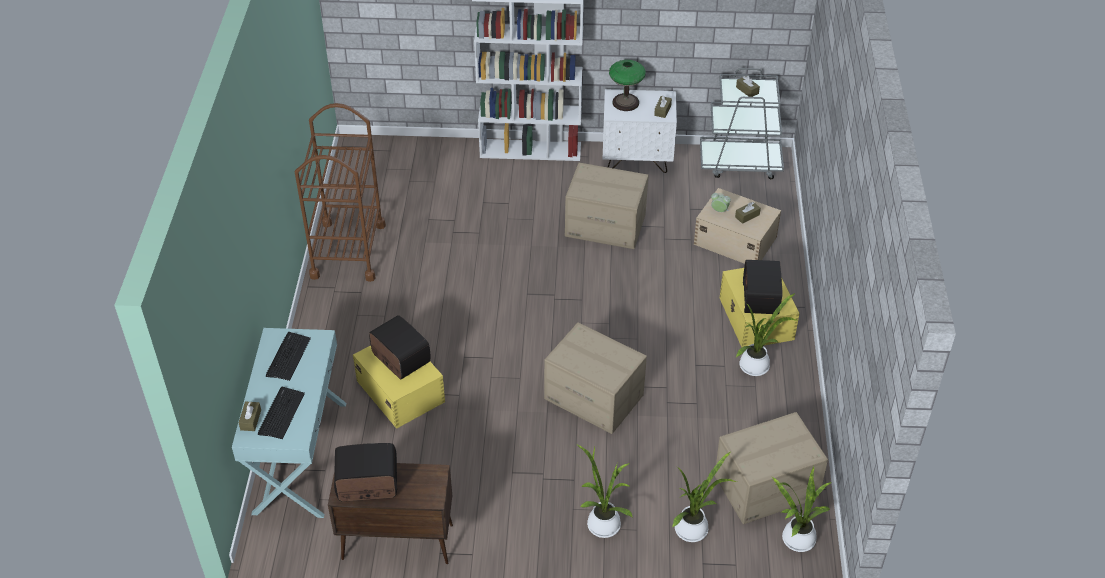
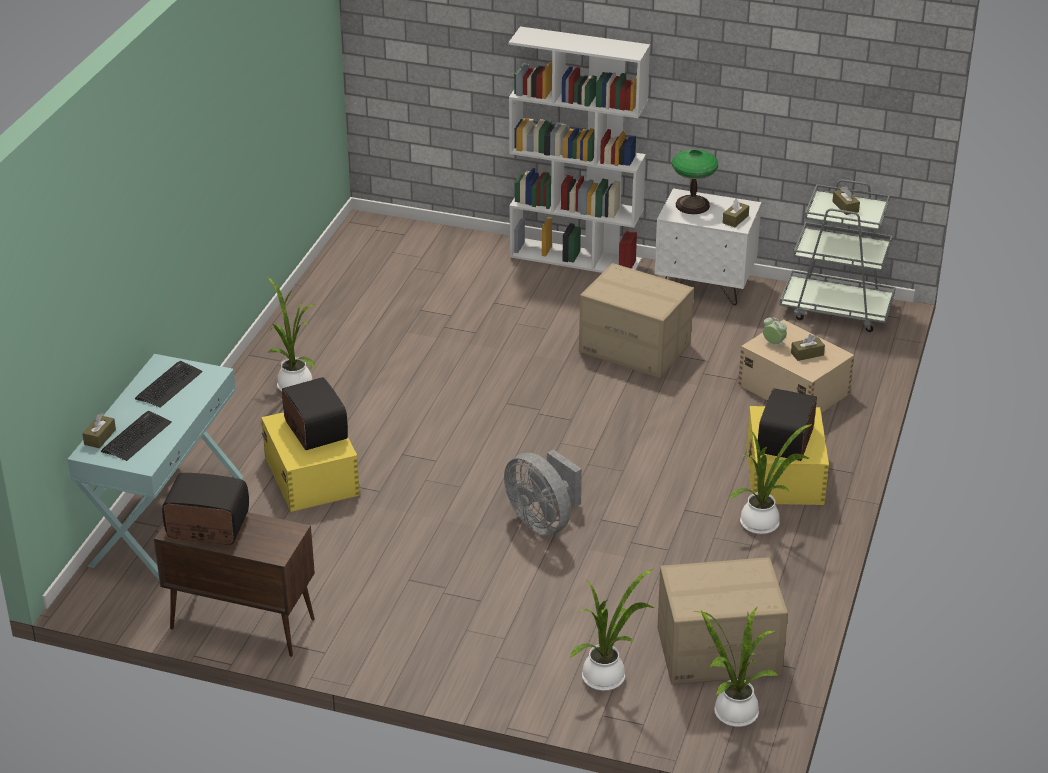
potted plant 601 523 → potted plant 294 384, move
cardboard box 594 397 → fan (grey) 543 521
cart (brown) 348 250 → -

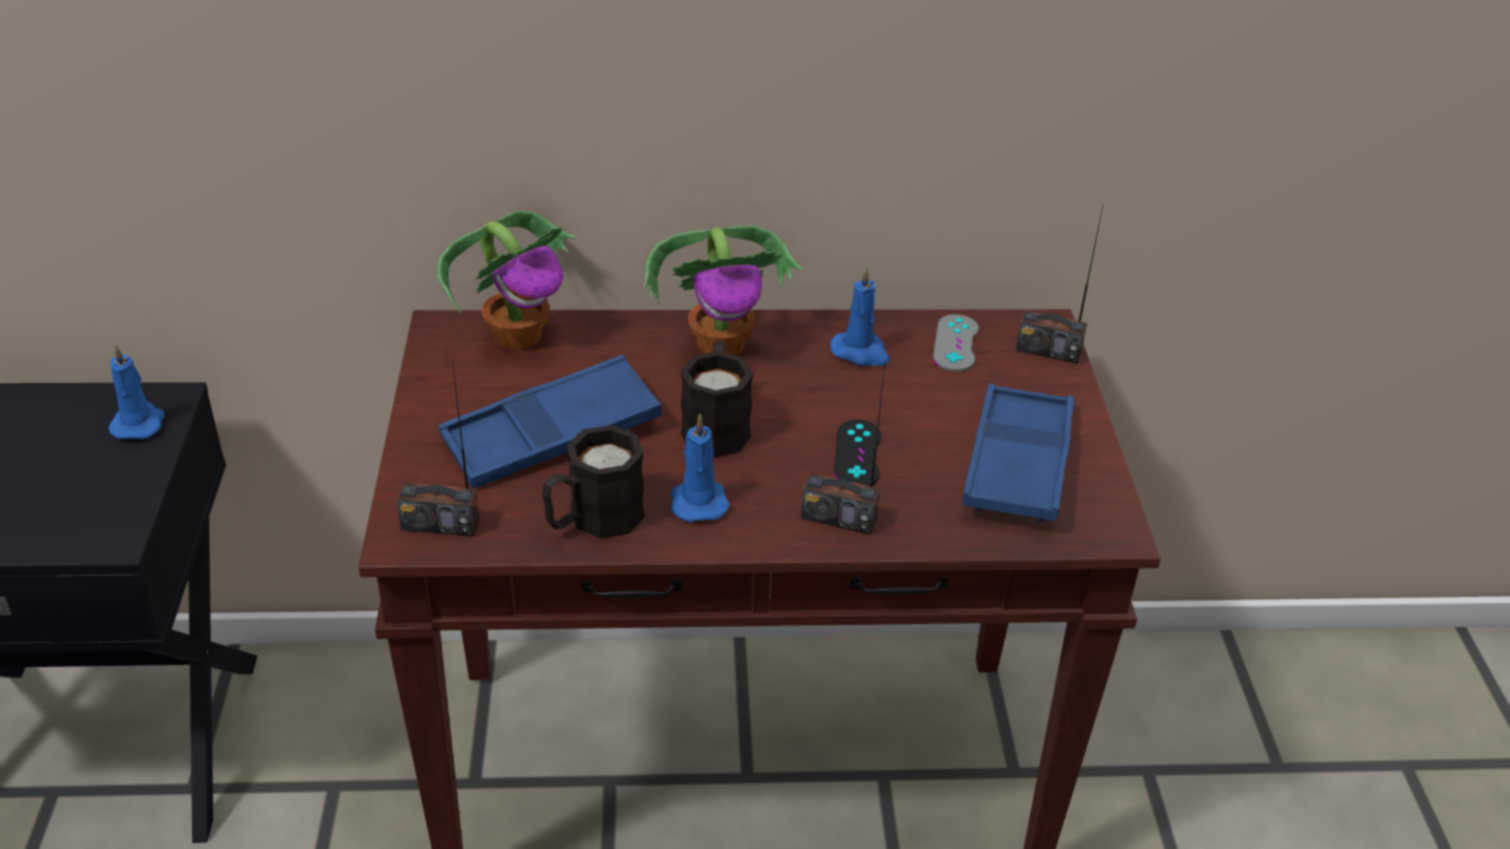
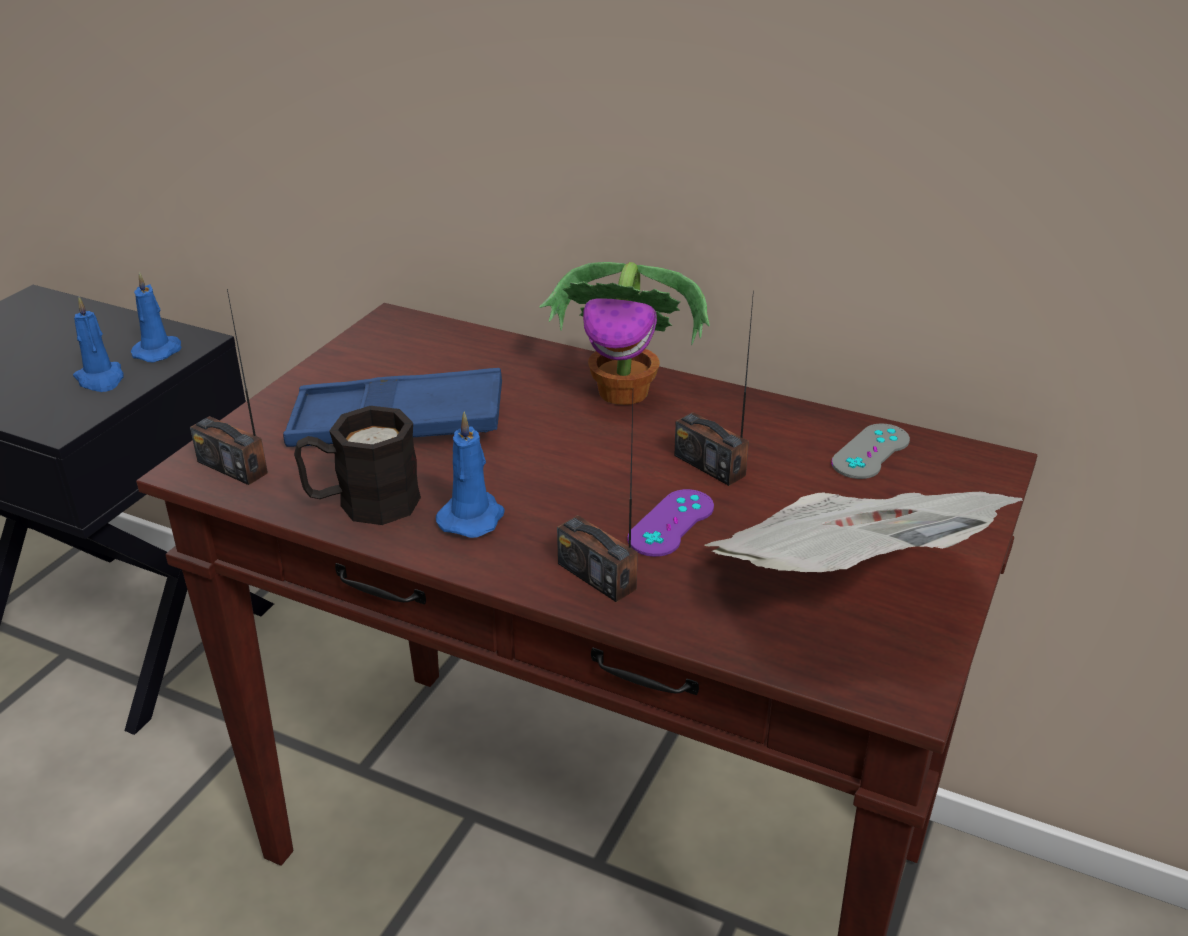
candle (blue) 861 352 → candle (blue) 101 379, move
game controller (black) 857 454 → game controller (purple) 671 523
radio 1048 350 → radio 710 465, move
tray (blue) 1017 463 → newspaper 844 584
potted plant 518 334 → -
mug (black) 716 424 → -

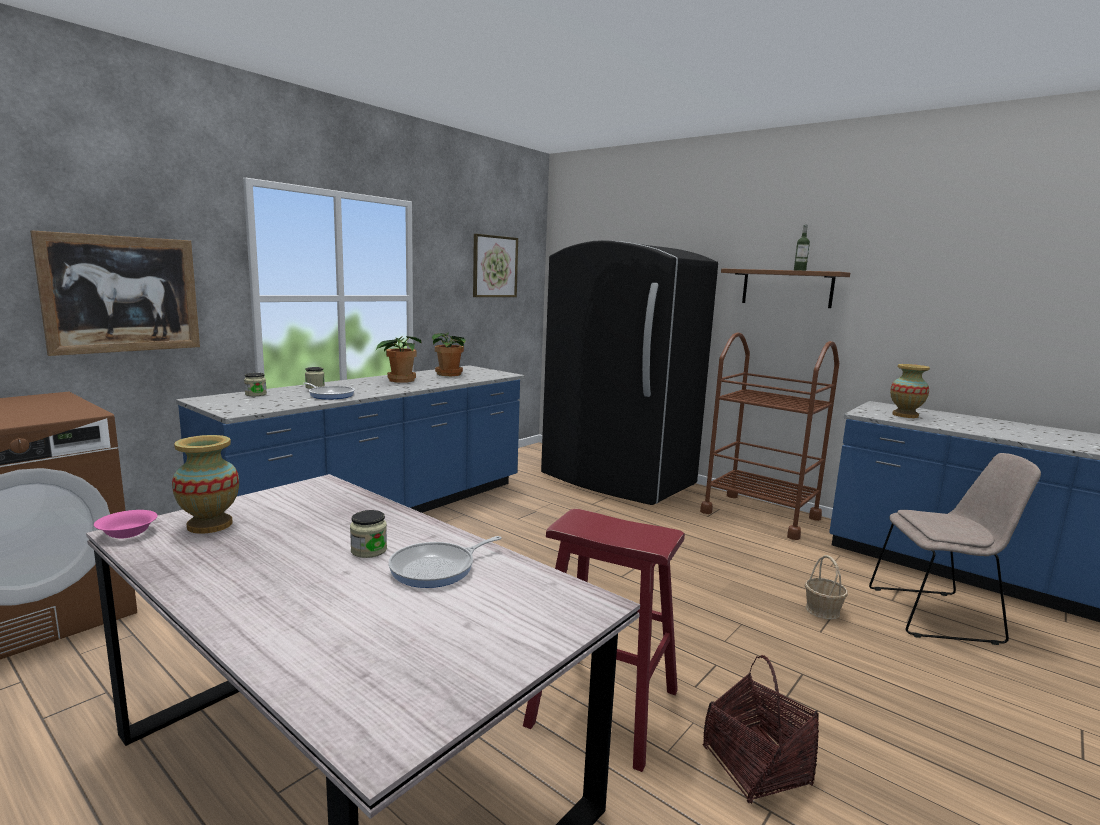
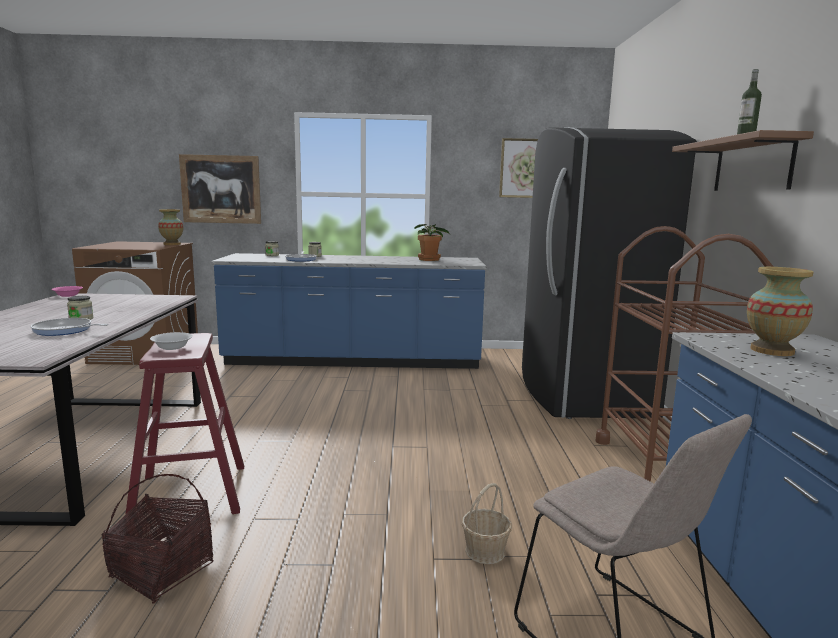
- → bowl (white) 172 347
vase 210 525 → vase 172 244, move
potted plant 400 380 → -

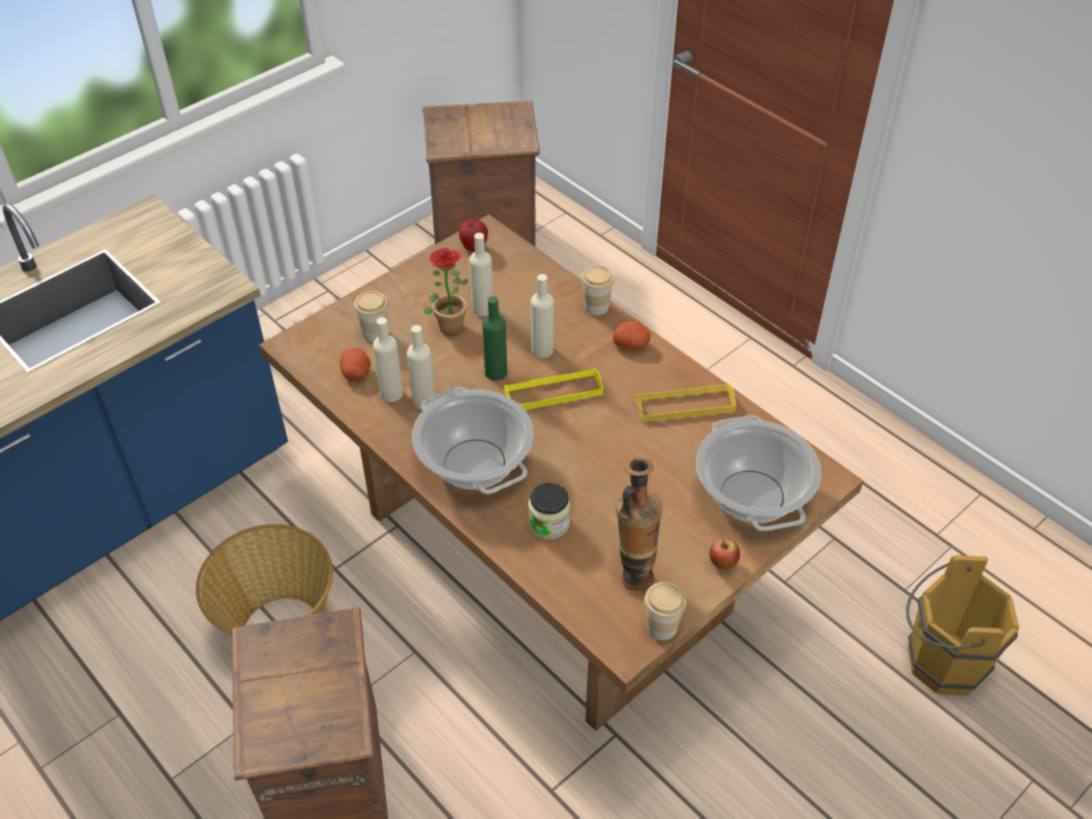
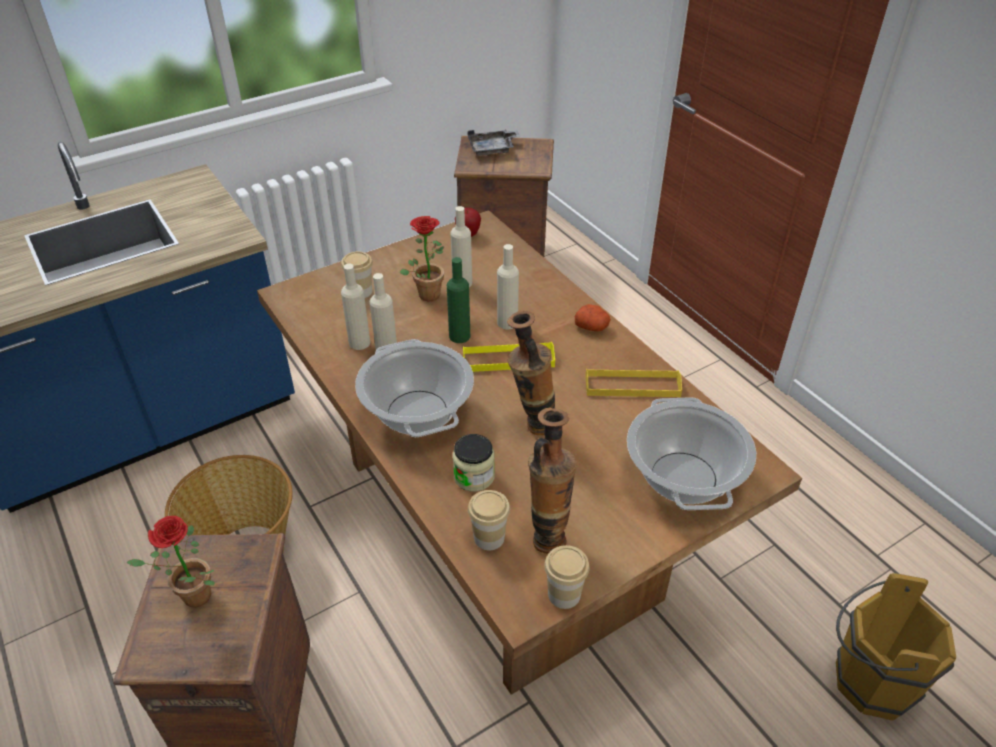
- → potted plant 191 599
- → tray (grey) 492 149
cup 596 307 → cup 489 537, move
- → vase 531 425
potato 356 373 → -
apple 722 564 → -

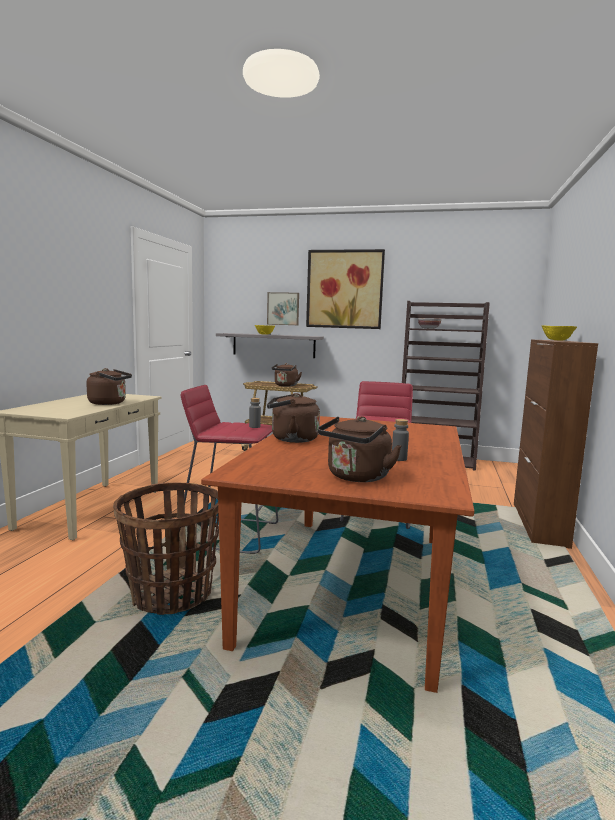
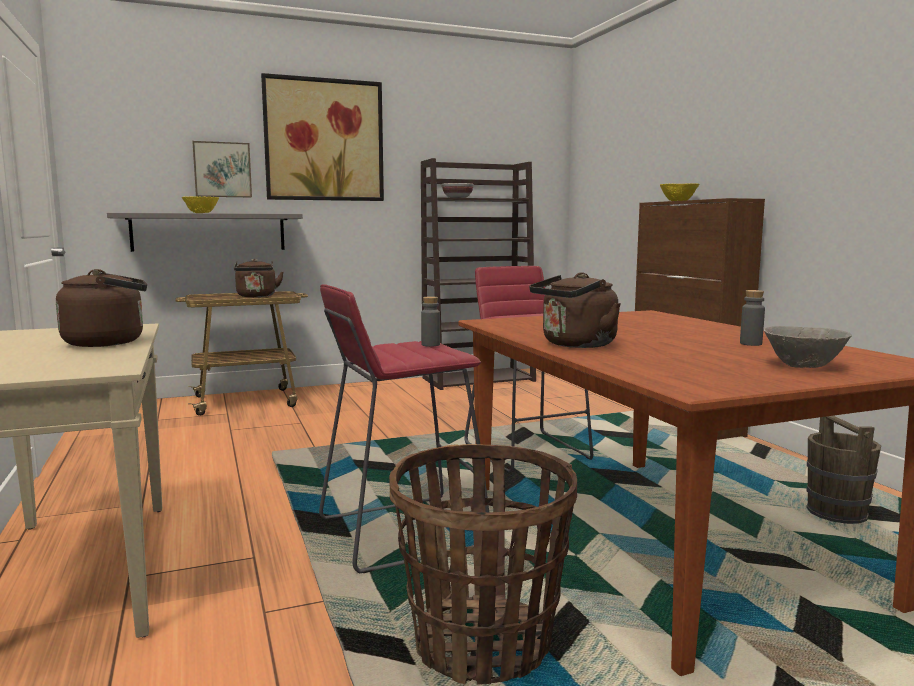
kettle (brown) 356 477 → bowl (grey) 802 366
- → bucket (brown) 836 513

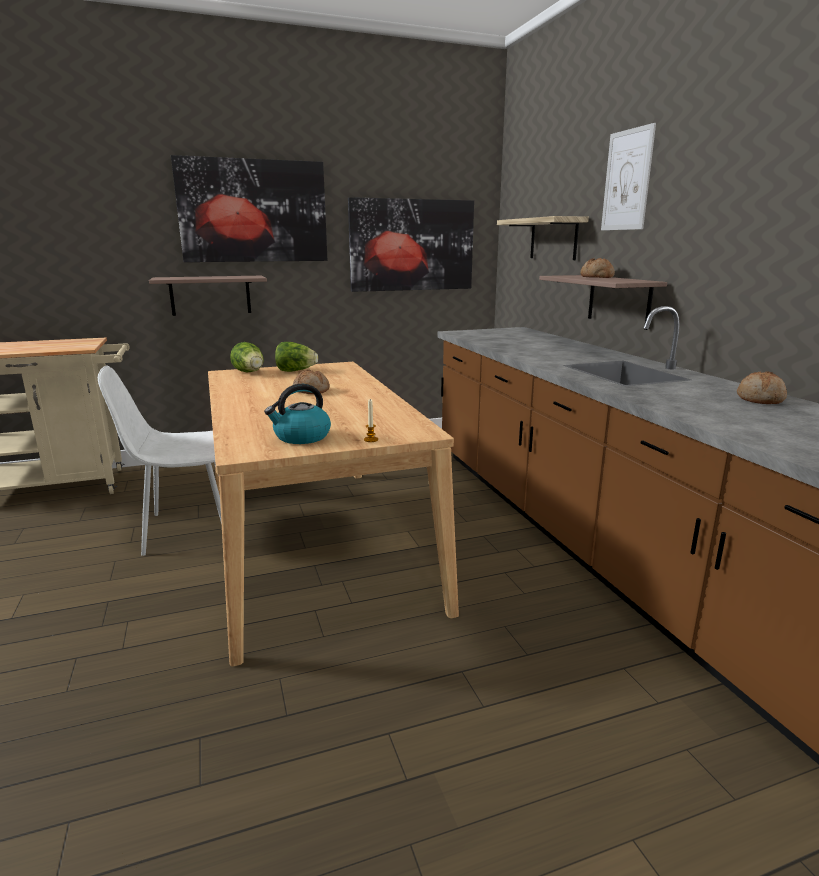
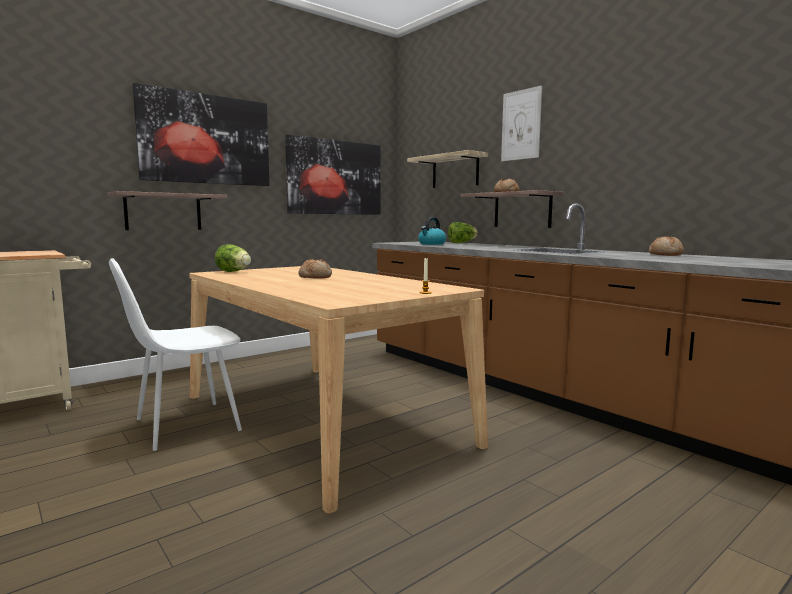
kettle 301 437 → kettle 431 244, move
lettuce 296 371 → lettuce 461 243, move

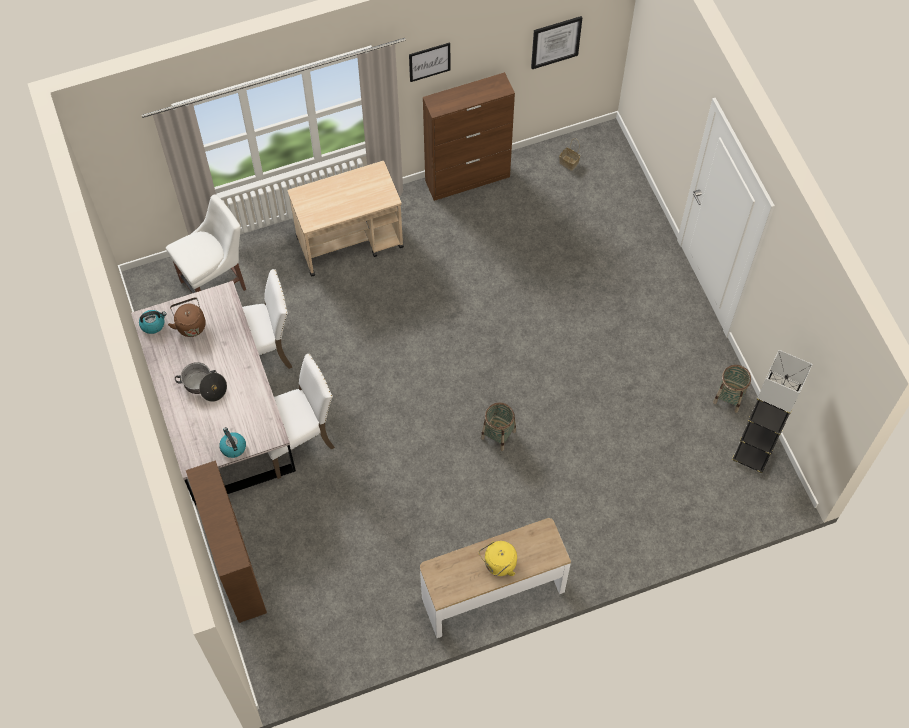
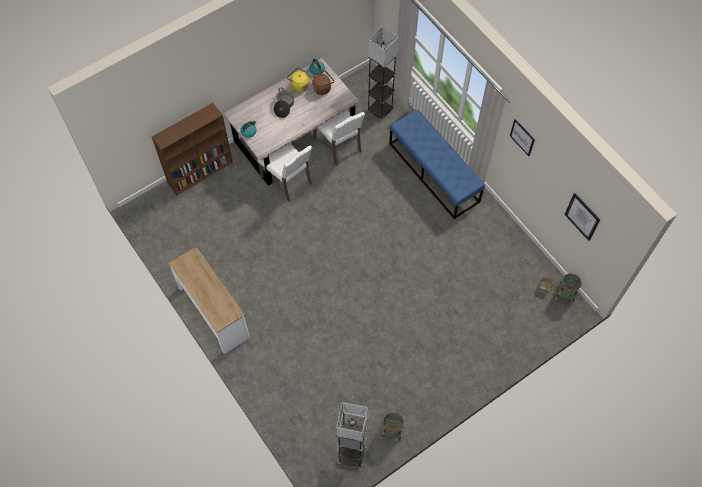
kettle (yellow) 498 564 → kettle (yellow) 299 85, move
chair (white) 216 284 → floor lamp (grey) 380 110
cart (beige) 350 242 → bench (blue) 434 172
basket 498 434 → basket 565 294, move
cabinet (brown) 468 178 → -

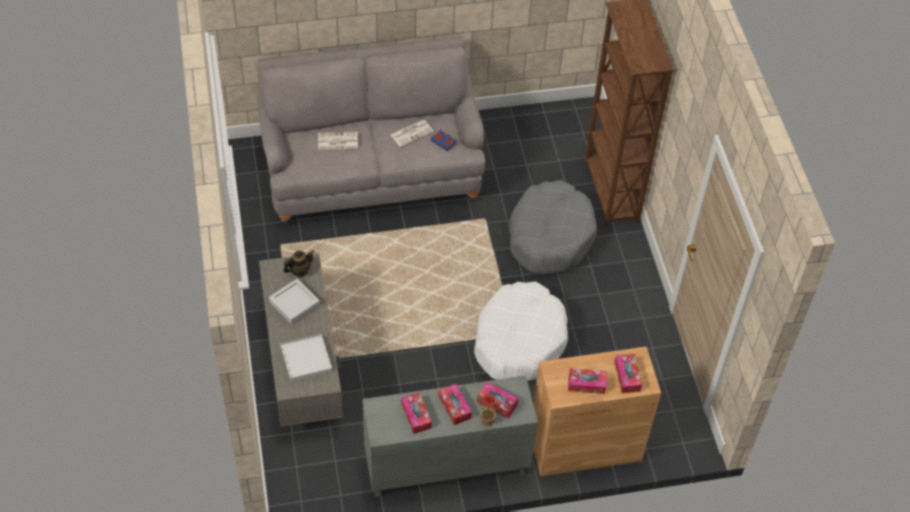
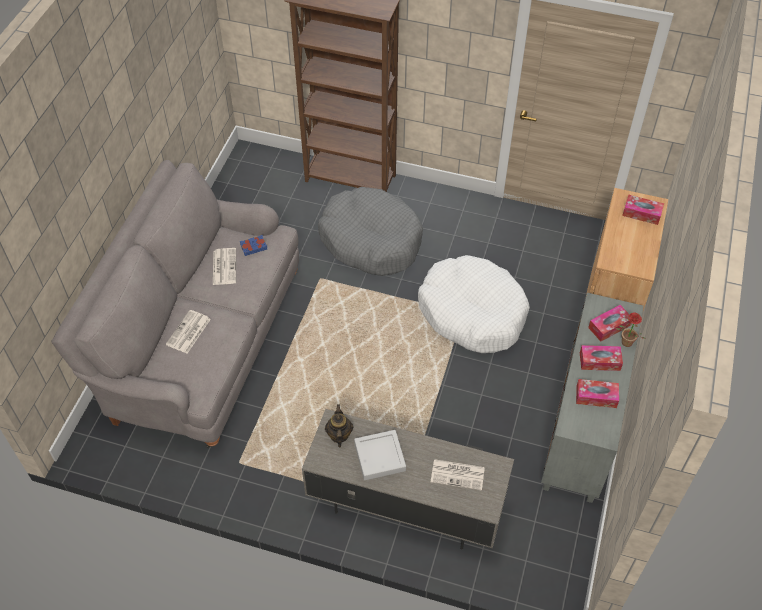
tray (white) 306 359 → newspaper 458 474
tissue box 586 384 → -

